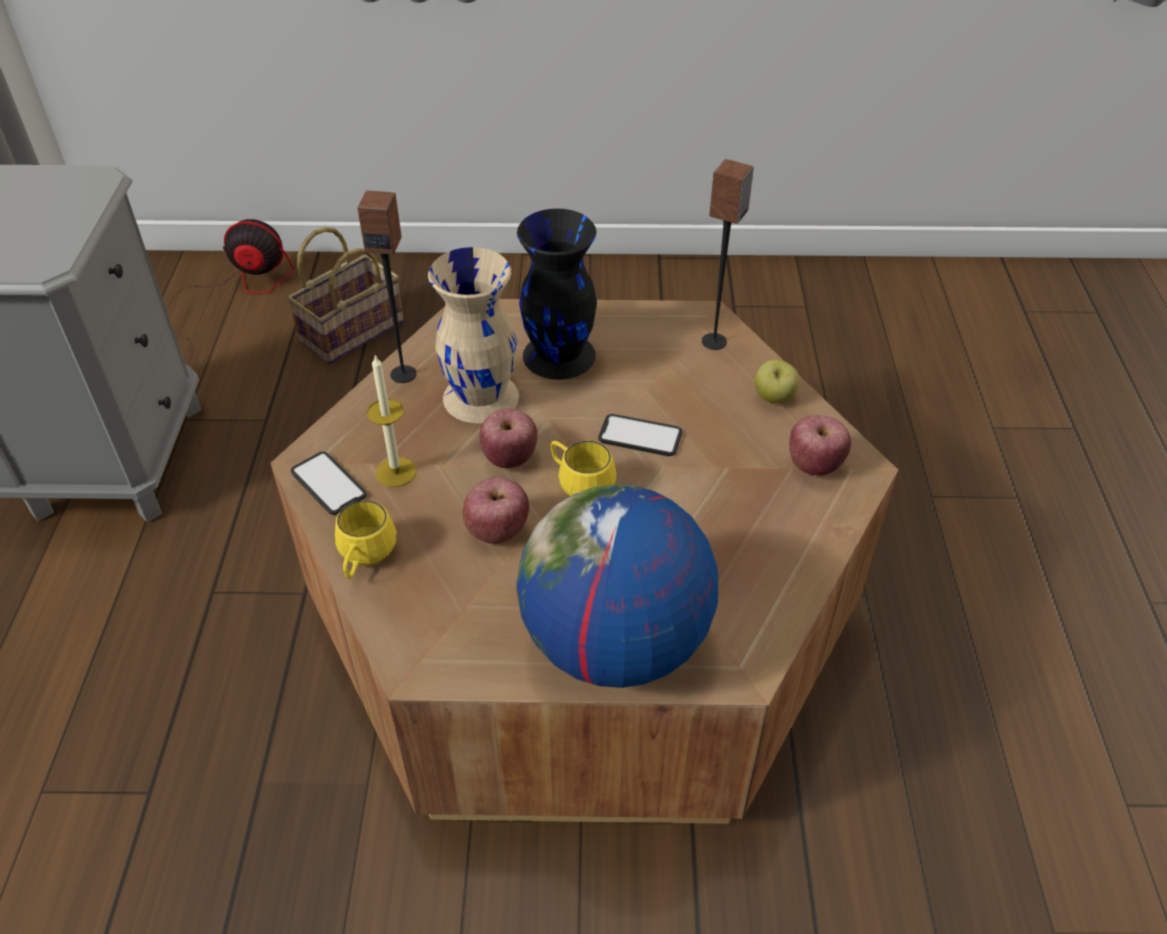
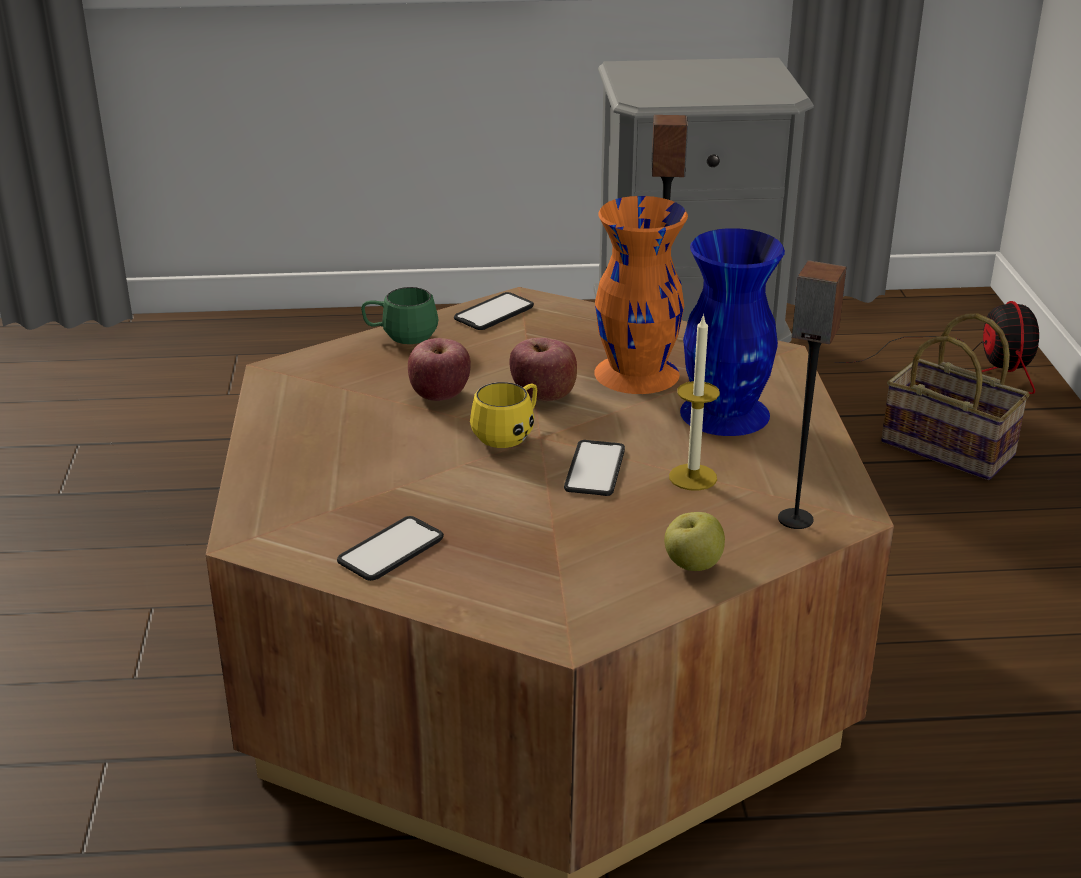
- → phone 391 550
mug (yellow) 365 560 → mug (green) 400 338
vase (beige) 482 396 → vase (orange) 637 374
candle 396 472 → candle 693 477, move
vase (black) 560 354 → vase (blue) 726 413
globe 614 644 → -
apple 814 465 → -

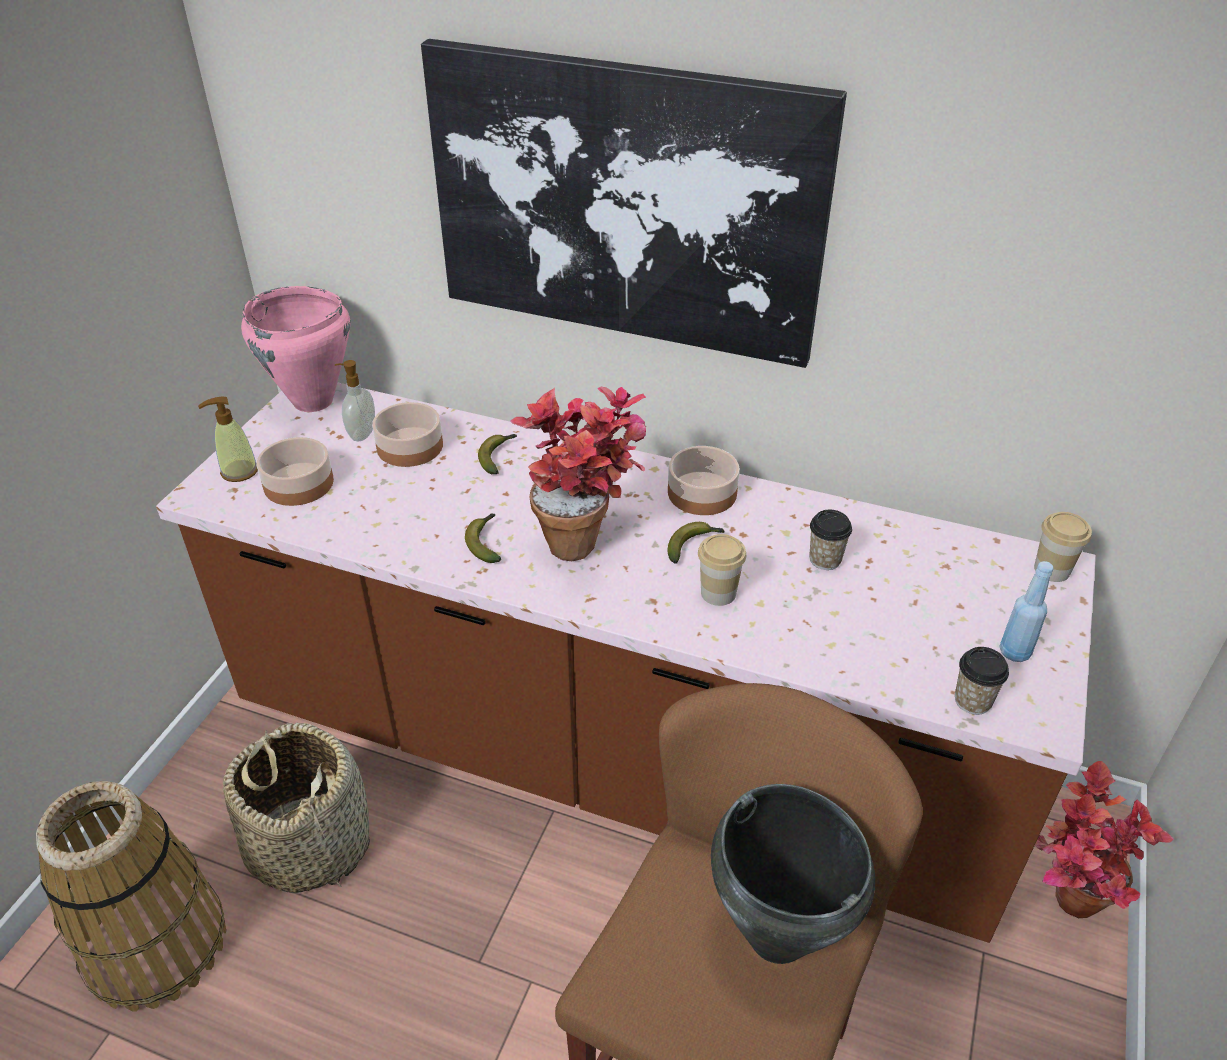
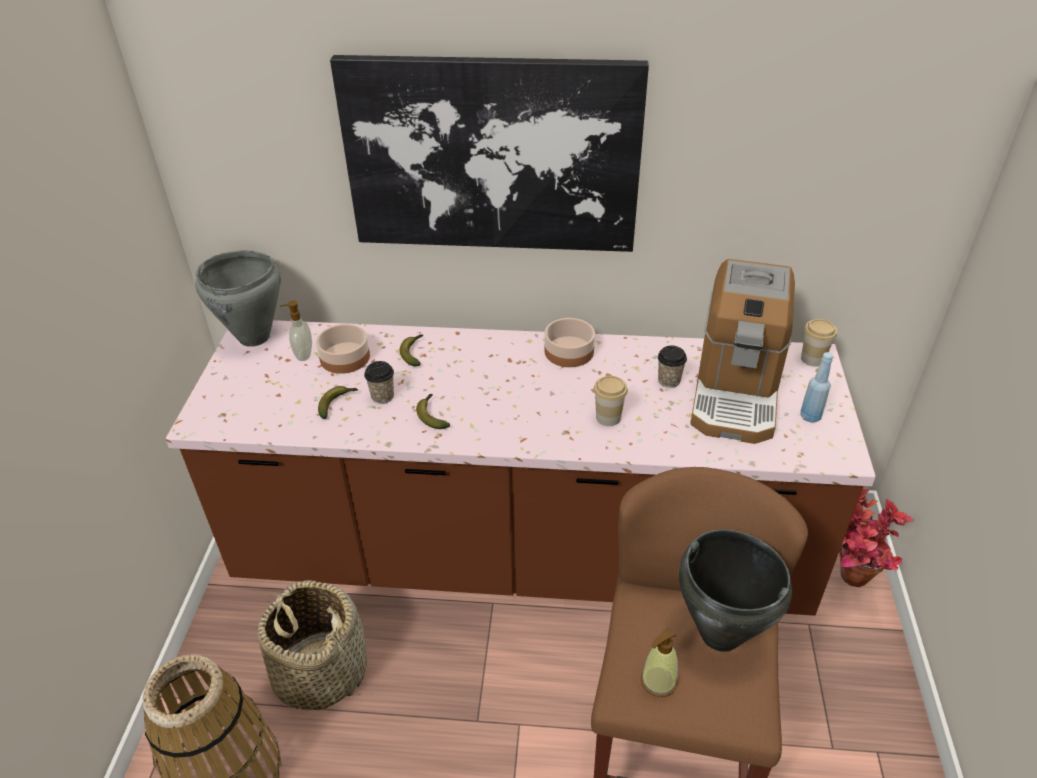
cooking pot (pink) 313 401 → cooking pot (grey) 254 337
banana 693 545 → banana 337 404, move
cup 972 701 → cup 382 396, move
soap dispenser 239 471 → soap dispenser 658 681, move
- → coffee machine 735 391
bowl 299 484 → -
potted plant 588 541 → -

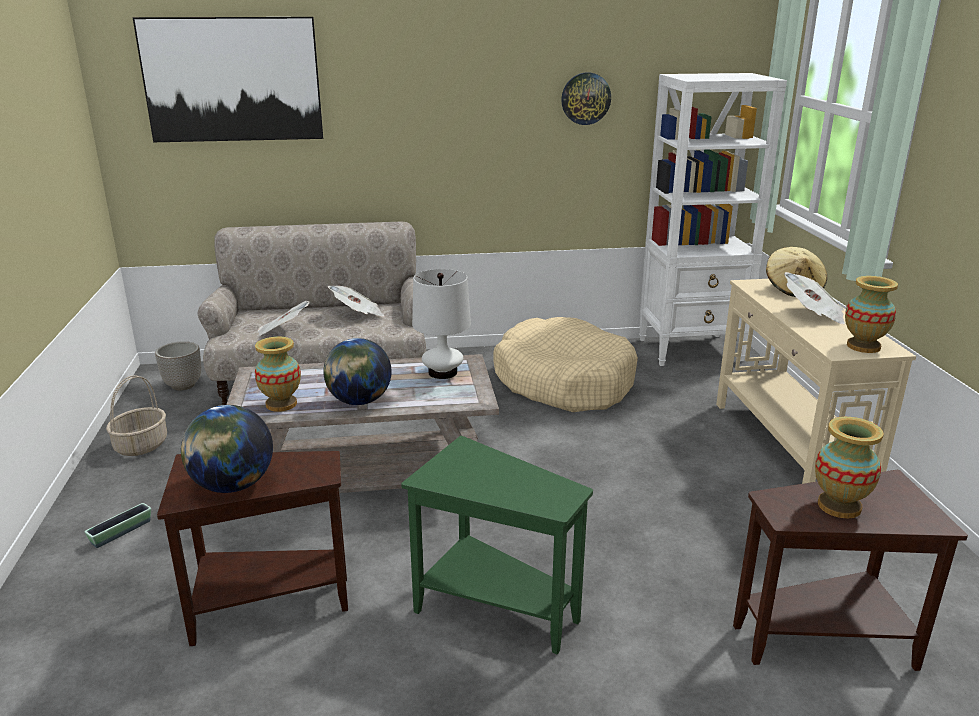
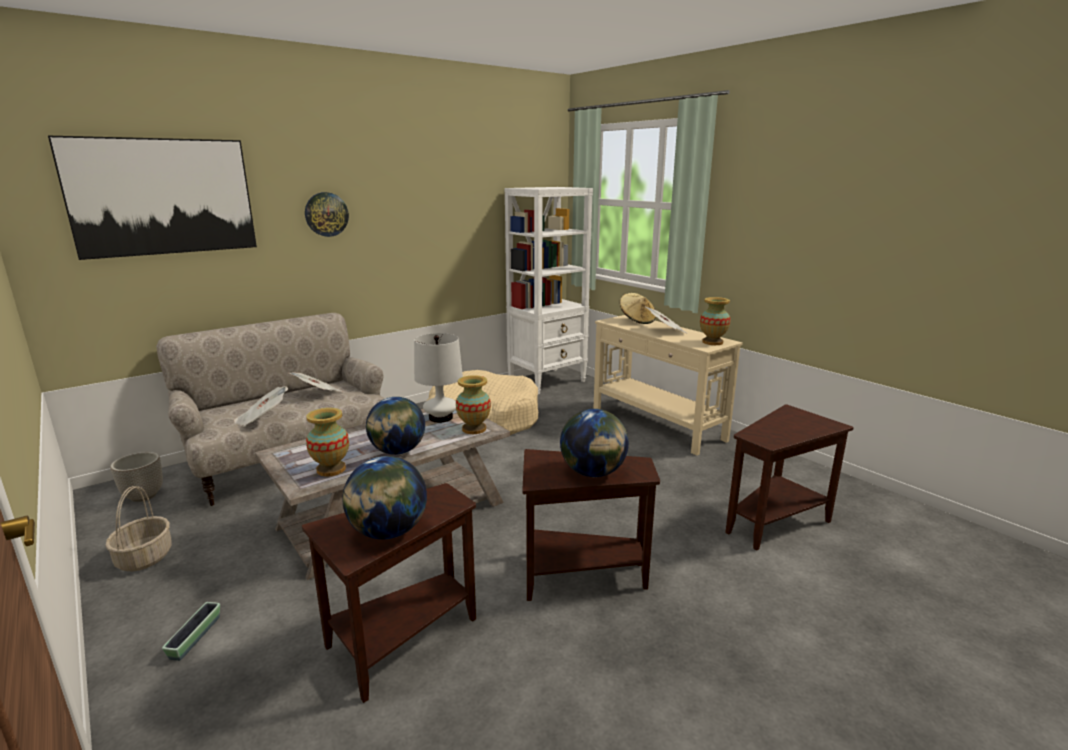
wall clock 585 98 → wall clock 326 214, move
vase 839 506 → vase 474 429, move
side table (green) 494 607 → side table (brown) 578 576
- → globe 593 473

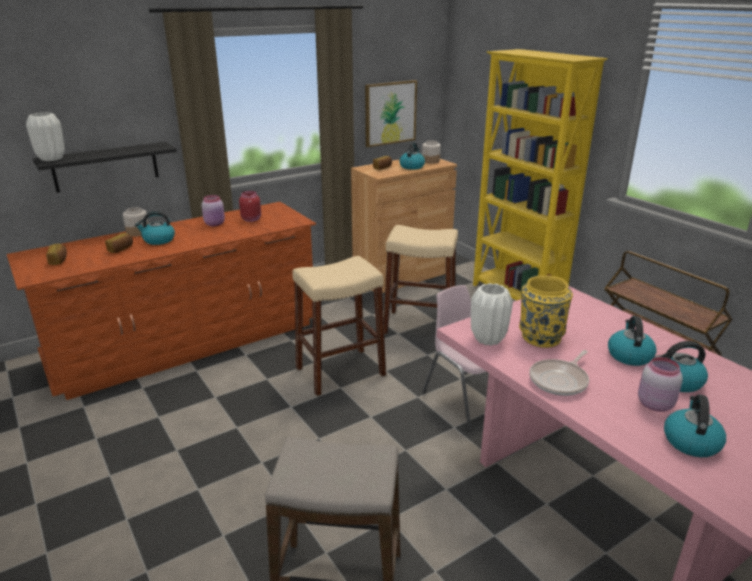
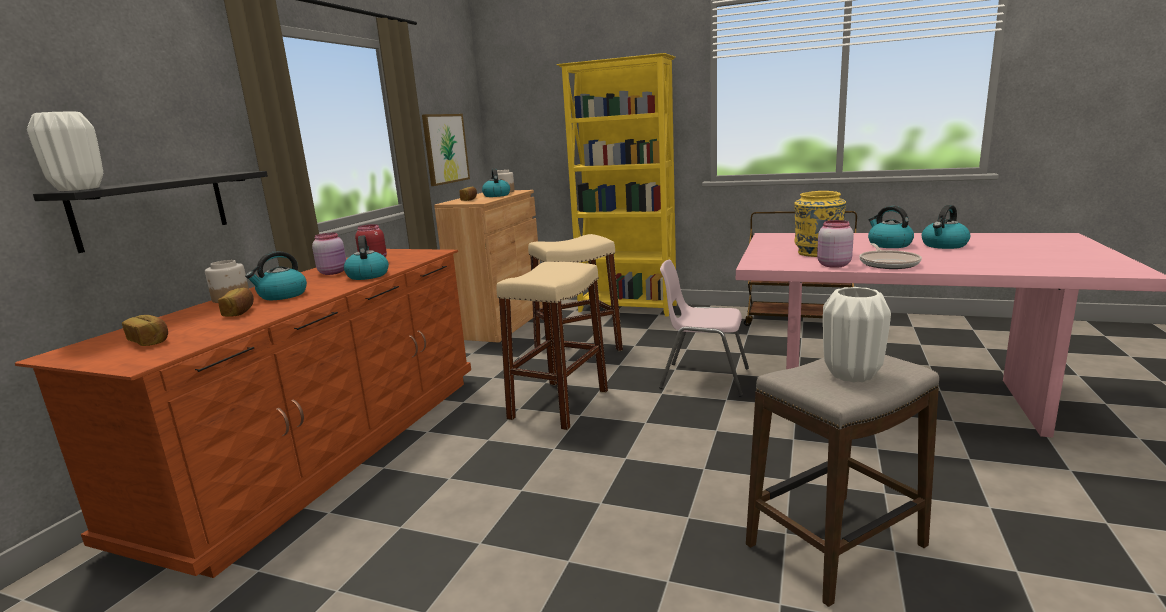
kettle 690 441 → kettle 367 275, move
jar (pink) 654 404 → jar (pink) 832 265, move
vase (white) 488 339 → vase (white) 852 375, move

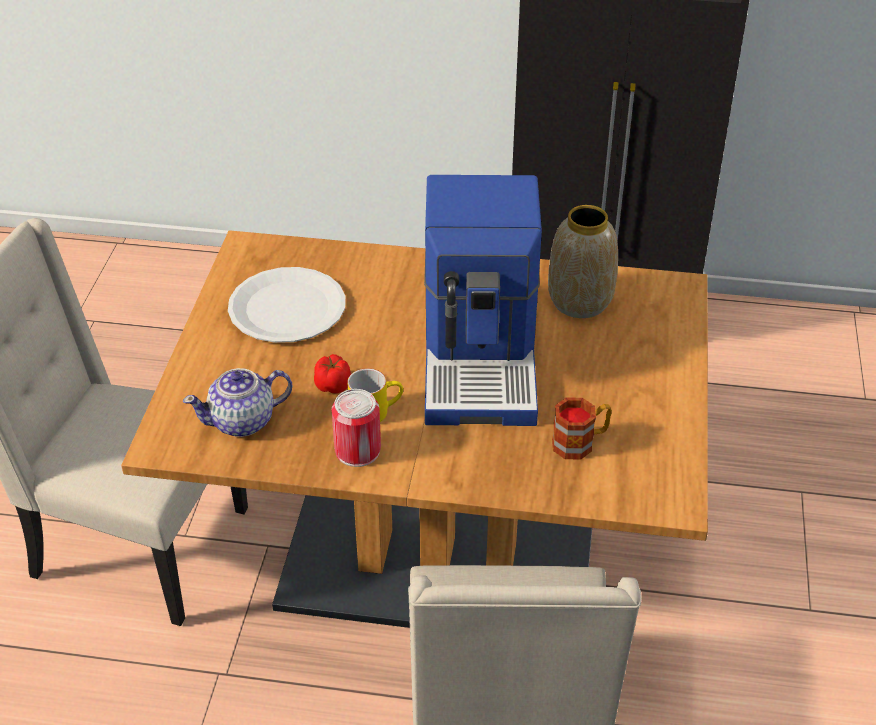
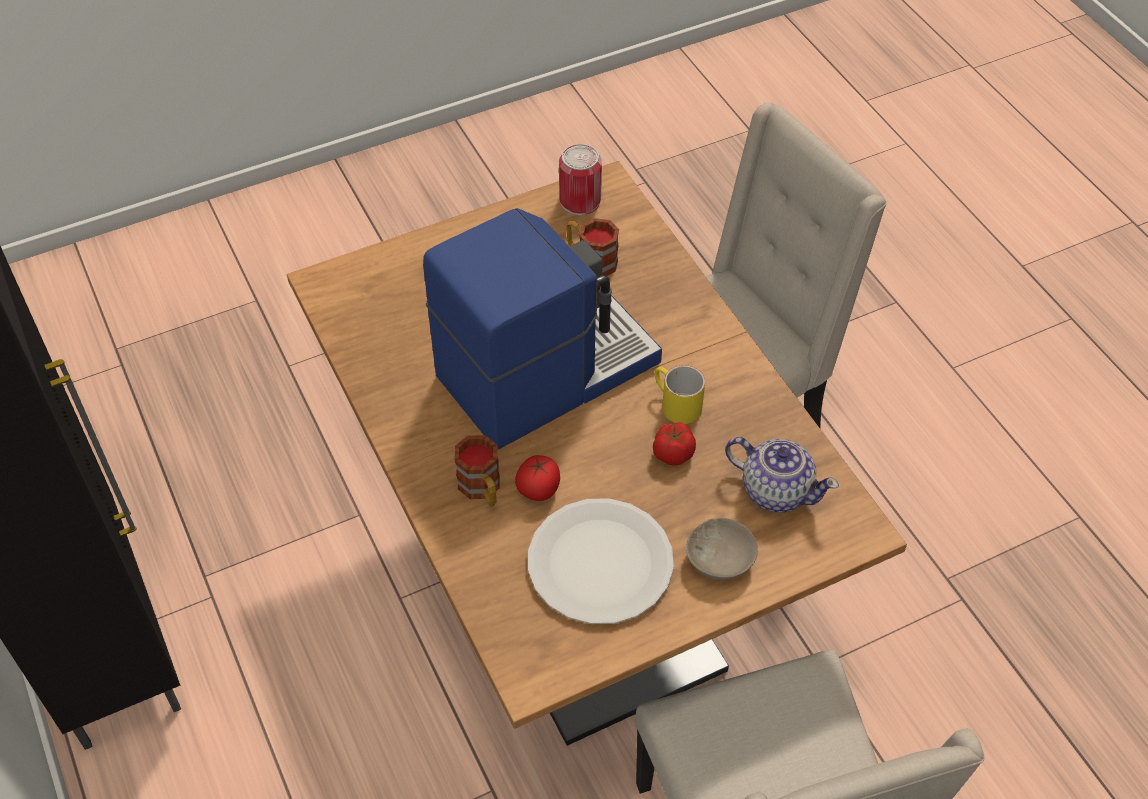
- → mug 482 489
- → tomato 538 488
can 357 450 → can 580 201, move
- → bowl (beige) 721 561
vase 580 302 → -

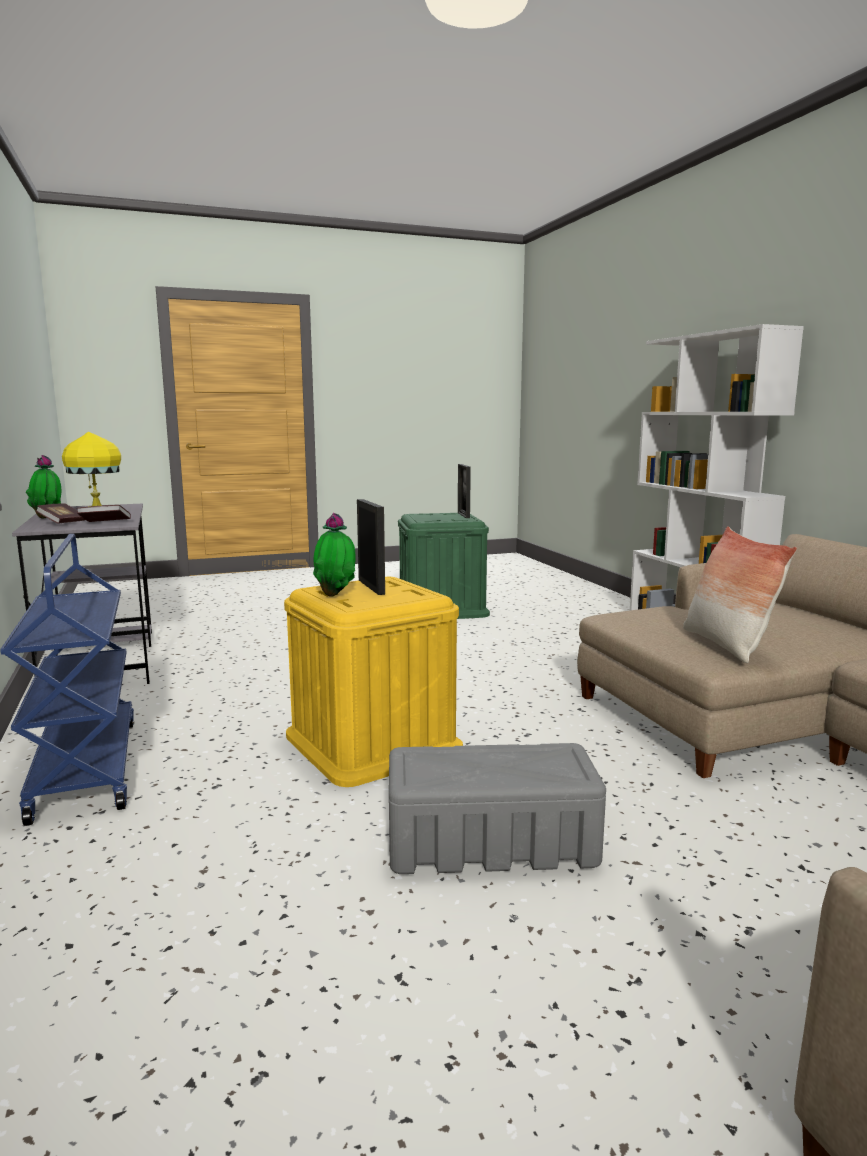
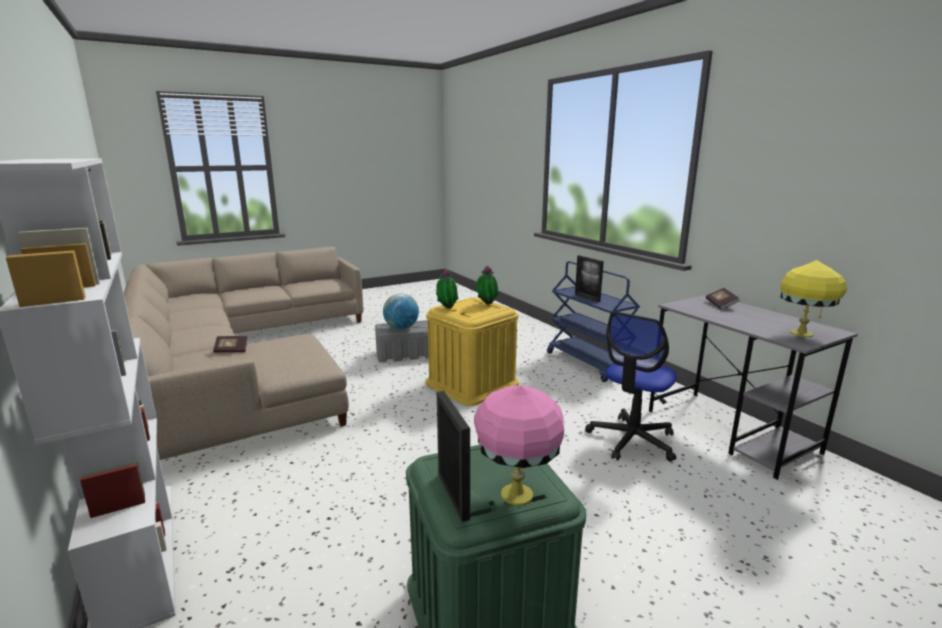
book 105 523 → book 231 350, move
- → globe 401 328
potted plant 48 518 → potted plant 446 309, move
- → table lamp (pink) 516 493
picture frame 371 587 → picture frame 587 298, move
- → office chair 632 440
pillow 726 645 → -

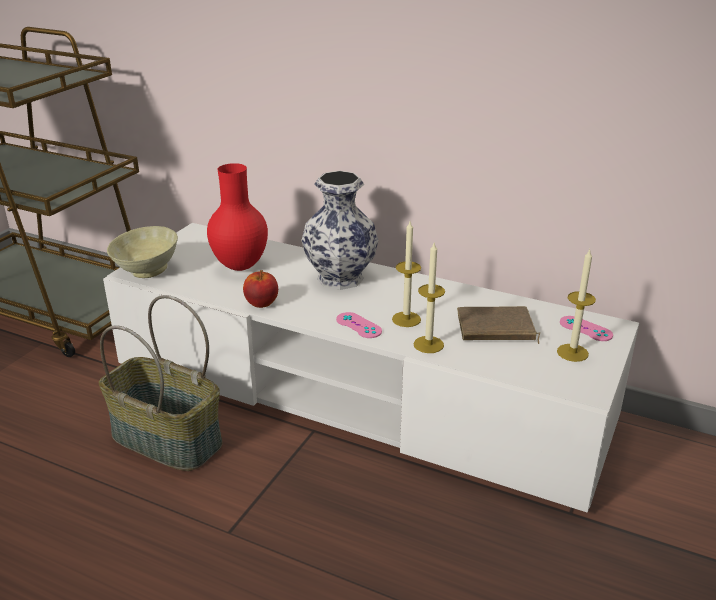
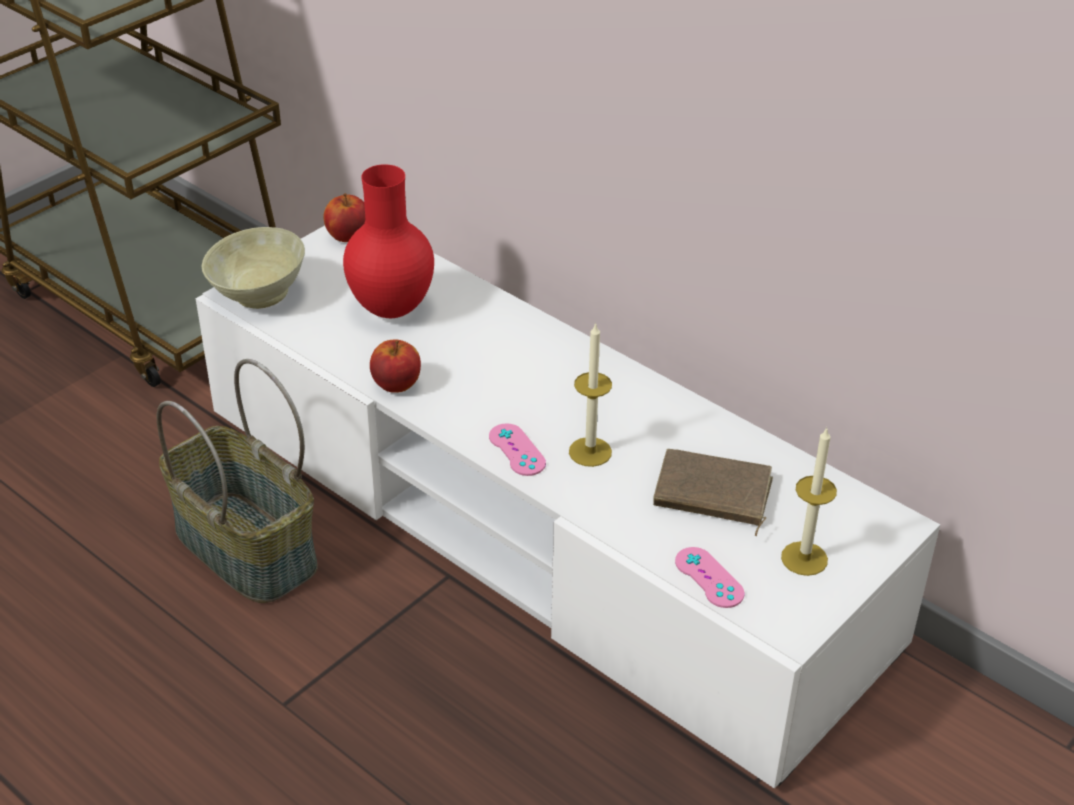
- → apple 347 236
game controller (pink) 585 329 → game controller (pink) 709 578, move
vase 340 277 → -
candle 428 344 → -

